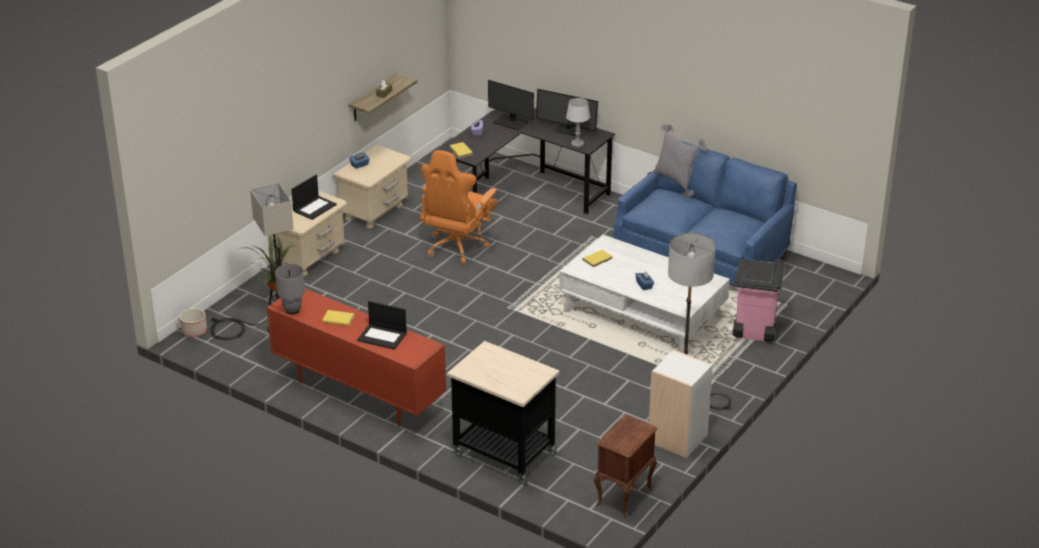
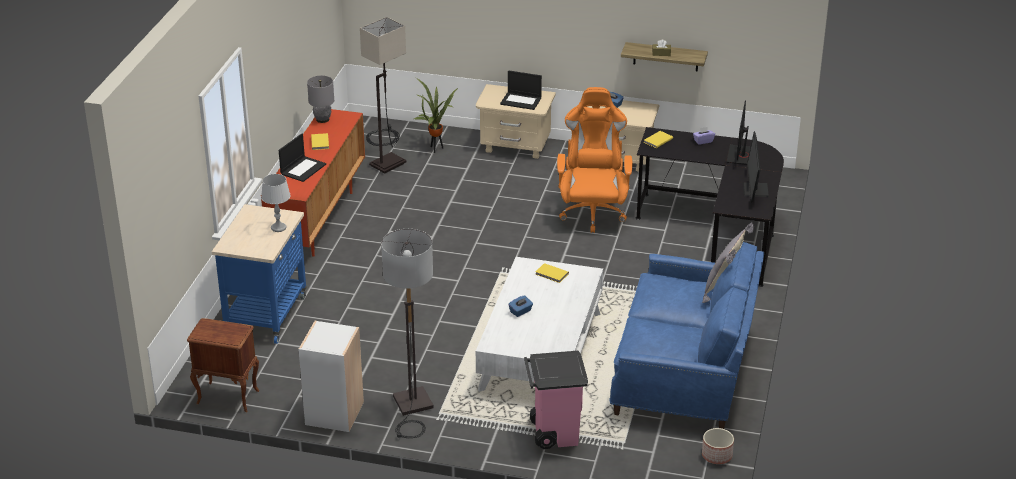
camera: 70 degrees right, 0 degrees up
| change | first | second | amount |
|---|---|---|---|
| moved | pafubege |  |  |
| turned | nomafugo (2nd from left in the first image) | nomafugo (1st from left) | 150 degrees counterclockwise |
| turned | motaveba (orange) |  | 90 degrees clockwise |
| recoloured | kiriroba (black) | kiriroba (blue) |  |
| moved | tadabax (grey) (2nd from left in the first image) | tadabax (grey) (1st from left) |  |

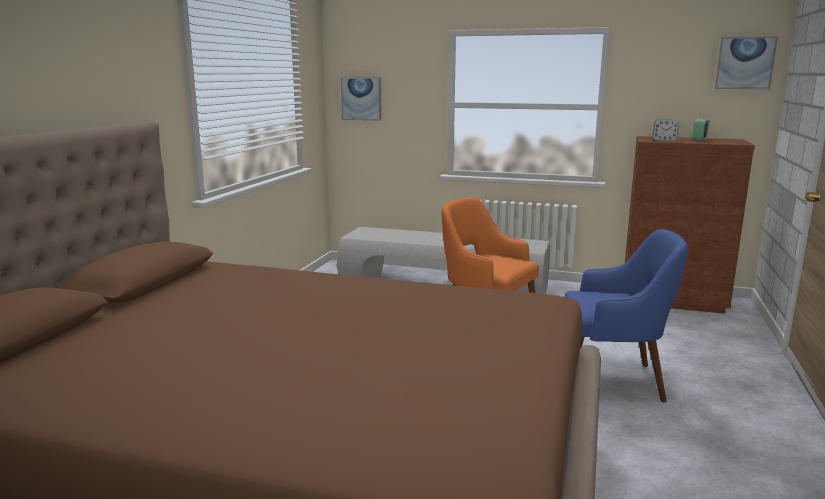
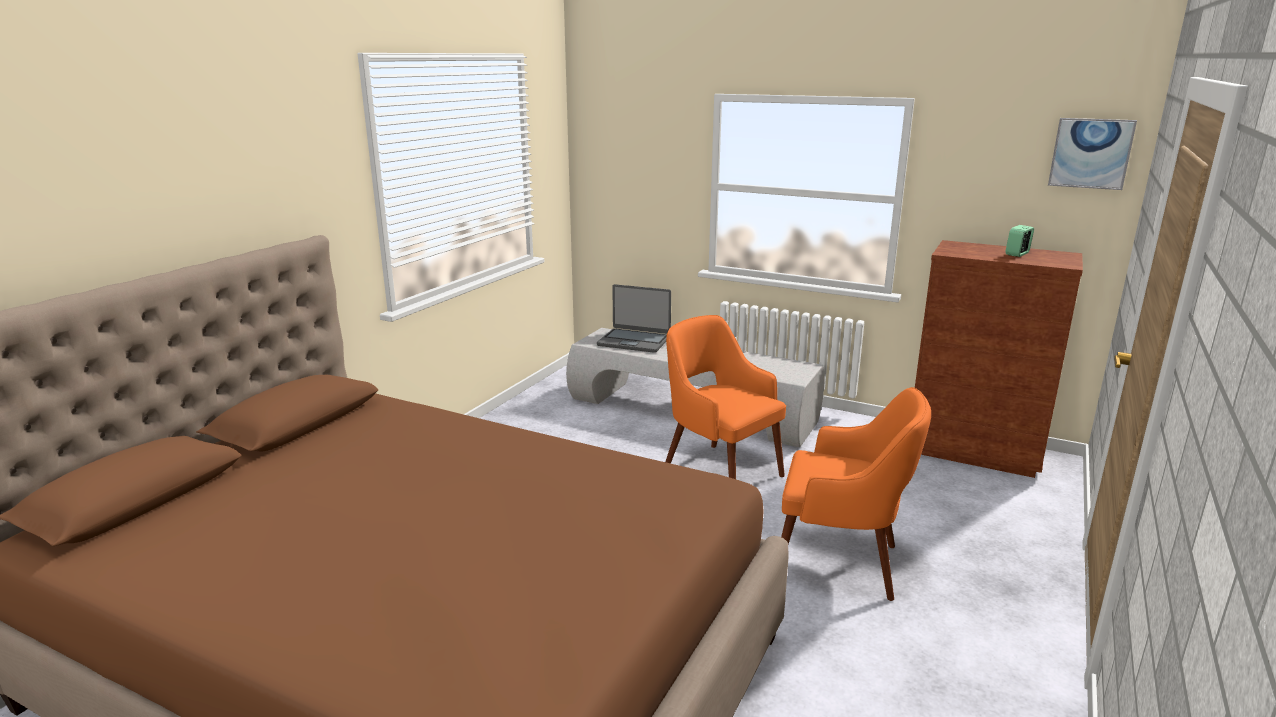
camera: 10 degrees right, 5 degrees up
| change | first | second | amount |
|---|---|---|---|
| removed | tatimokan (1st from left) |  |  |
| recoloured | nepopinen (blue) | nepopinen (orange) (2nd from left) |  |
| removed | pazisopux (1st from left) |  |  |
| added |  | nomafugo |  |

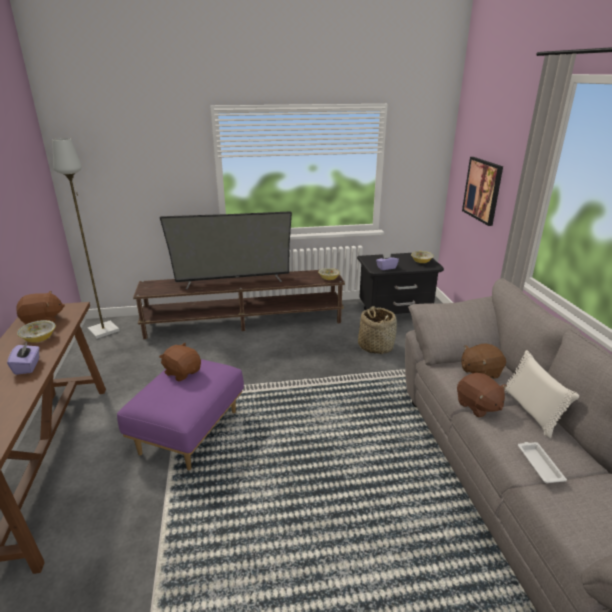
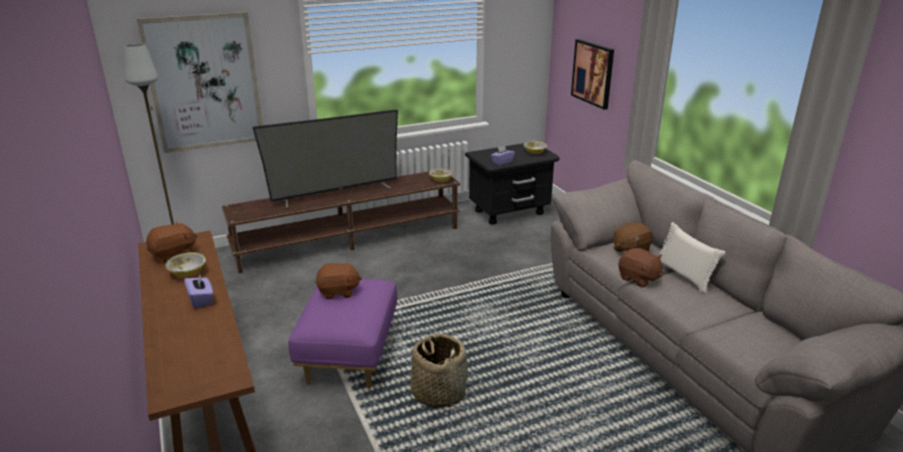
camera: 15 degrees left, 0 degrees up
| change | first | second | amount |
|---|---|---|---|
| turned | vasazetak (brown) (2nd from left) |  | 150 degrees clockwise |
| moved | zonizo |  |  |
| removed | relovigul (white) |  |  |
| added |  | tatimokan (1st from left) |  |

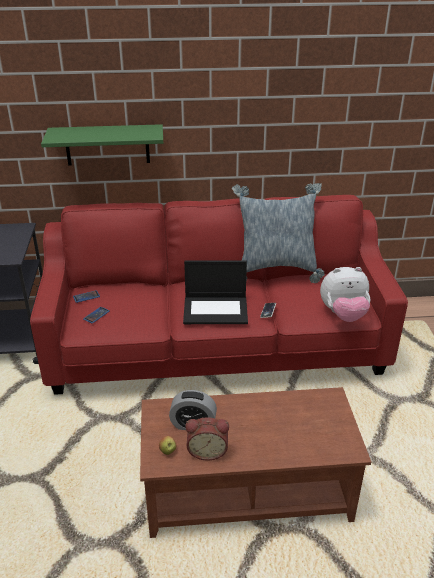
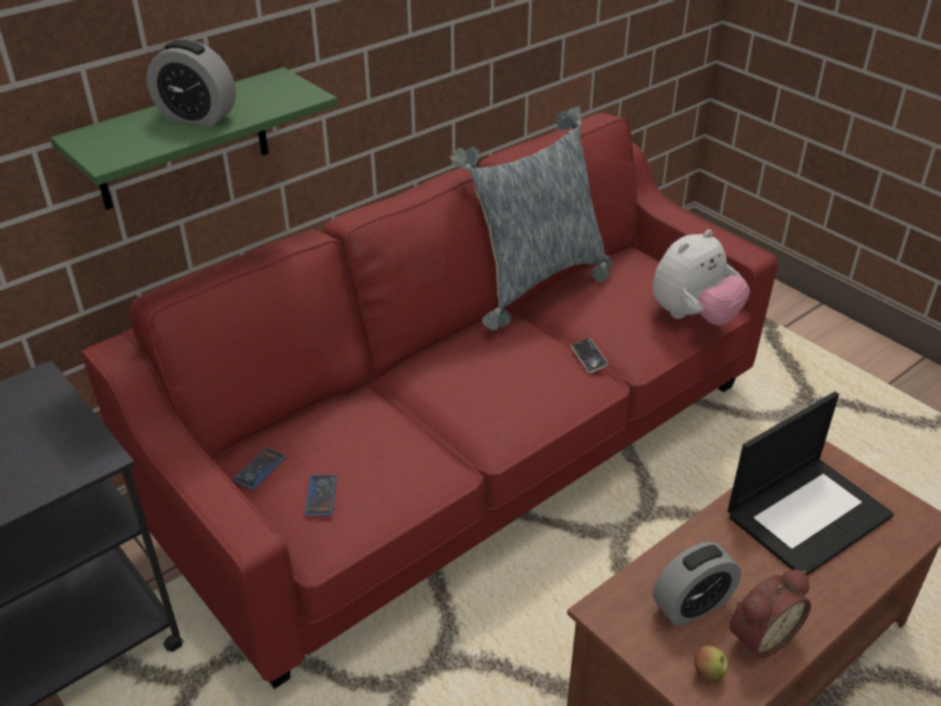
camera: 35 degrees left, 5 degrees up
| change | first | second | amount |
|---|---|---|---|
| moved | nomafugo |  |  |
| added |  | pazisopux (1st from left) |  |

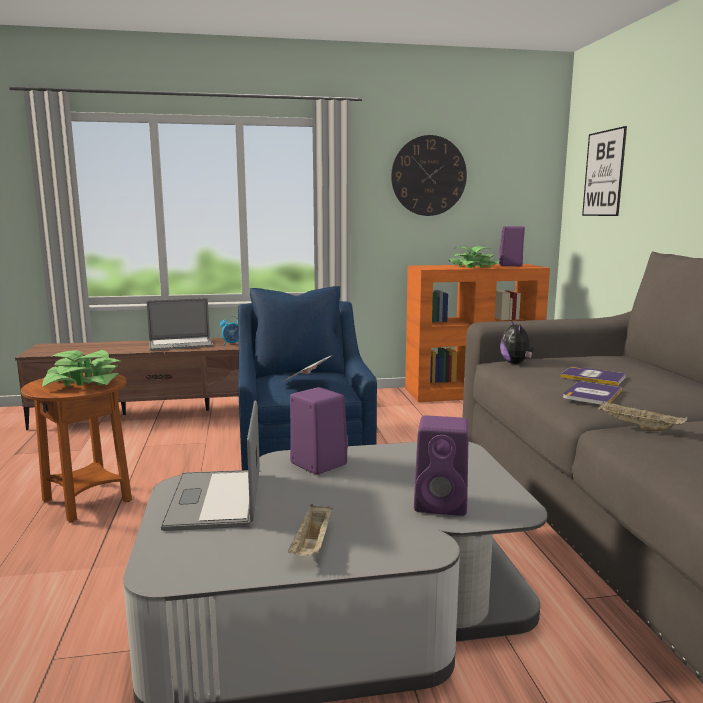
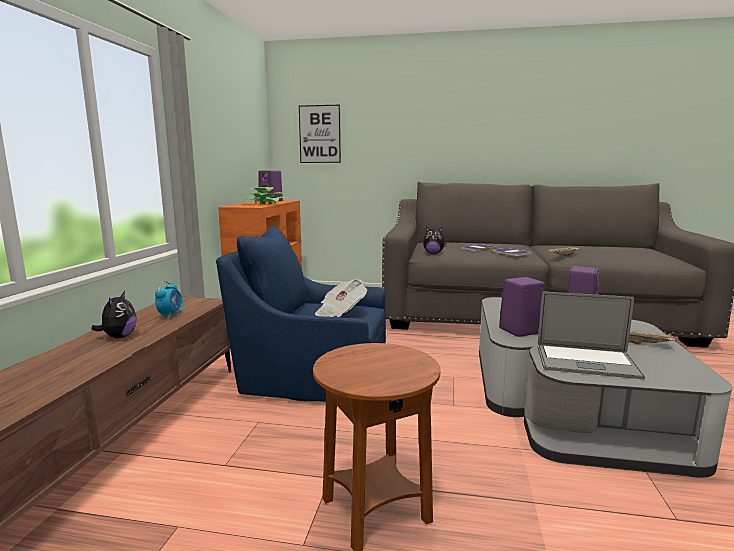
camera: 70 degrees left, 0 degrees up
| change | first | second | amount |
|---|---|---|---|
| removed | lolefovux (1st from left) |  |  |
| replaced | nomafugo (1st from left) | vasazetak (1st from left) |  |
| removed | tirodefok |  |  |

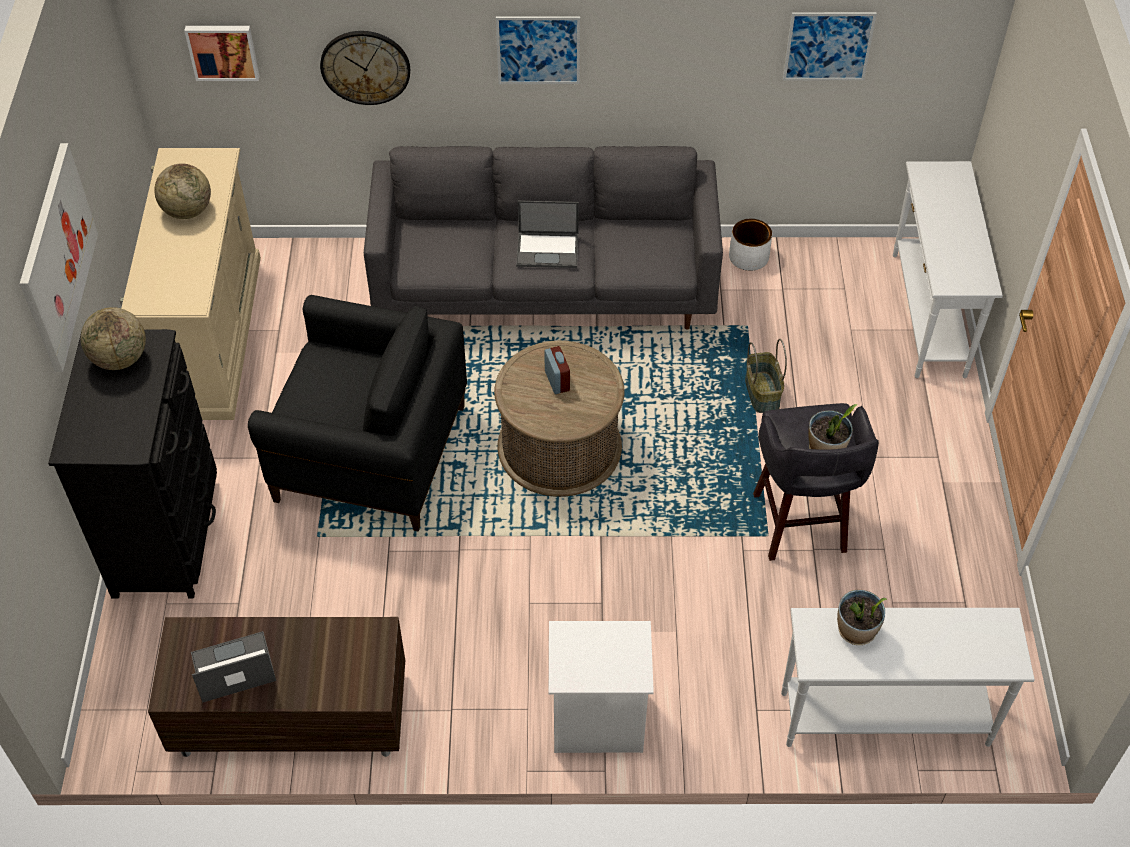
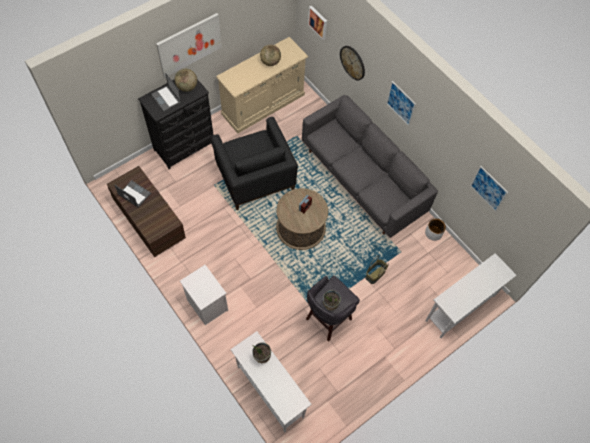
camera: 50 degrees right, 10 degrees up
| change | first | second | amount |
|---|---|---|---|
| moved | nomafugo (2nd from left) |  |  |

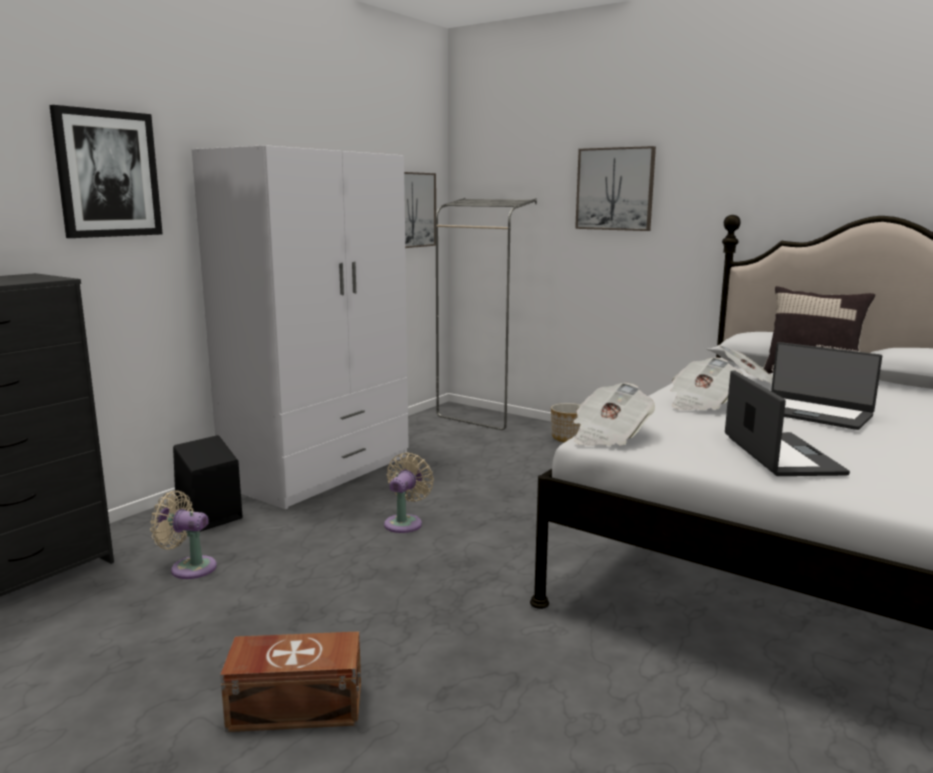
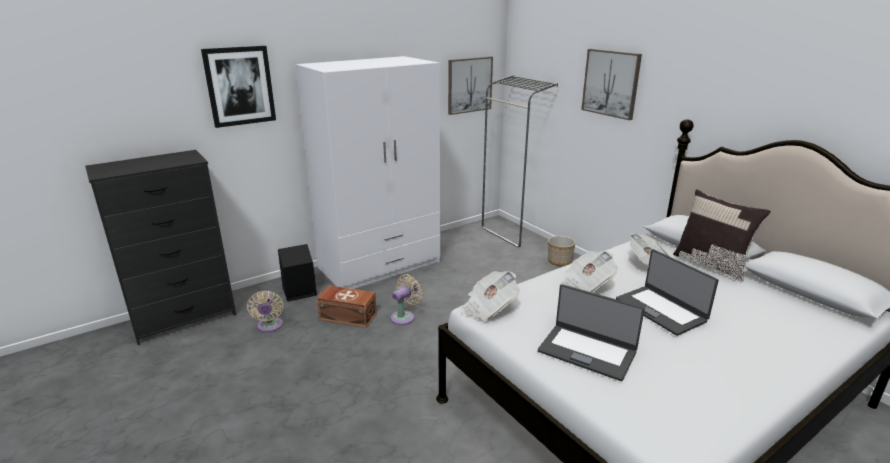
camera: 20 degrees right, 10 degrees up
| change | first | second | amount |
|---|---|---|---|
| turned | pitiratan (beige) (1st from left) |  | 135 degrees counterclockwise |
| moved | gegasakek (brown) |  |  |
| turned | nomafugo (1st from left) |  | 105 degrees clockwise |

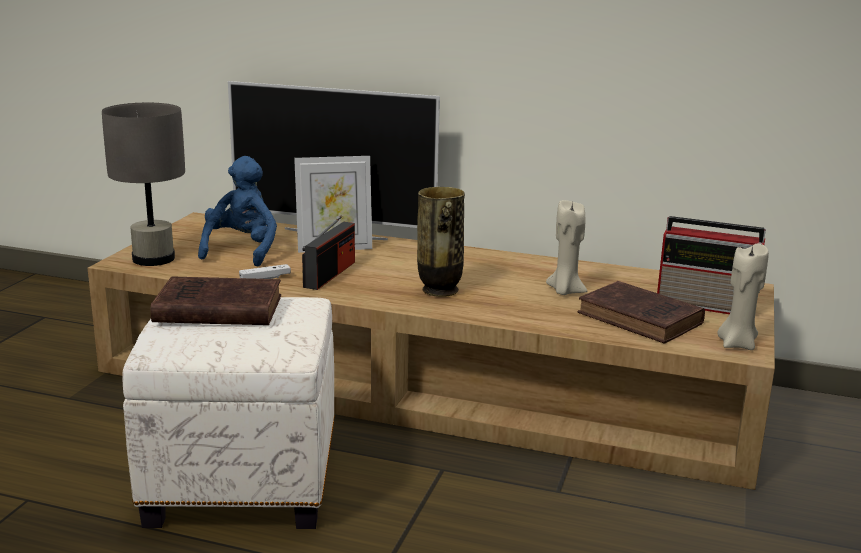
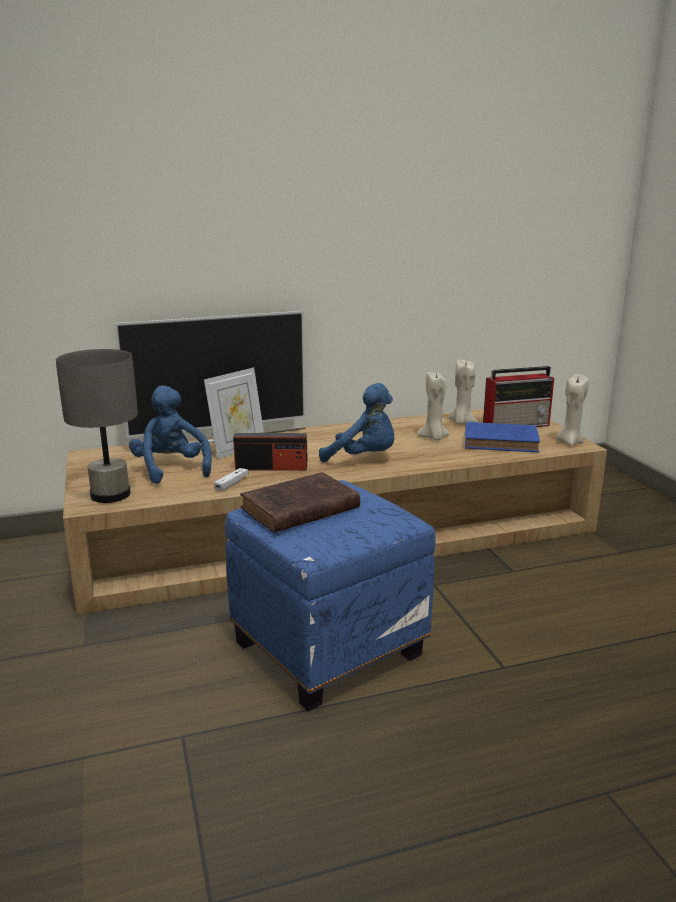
camera: 35 degrees left, 0 degrees up
| change | first | second | amount |
|---|---|---|---|
| recoloured | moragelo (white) | moragelo (blue) |  |
| turned | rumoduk (1st from left) |  | 105 degrees clockwise |
| replaced | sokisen | vasazetak (blue) (2nd from left) |  |
| recoloured | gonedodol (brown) (2nd from left) | gonedodol (blue) |  |
| added |  | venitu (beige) (2nd from left) |  |

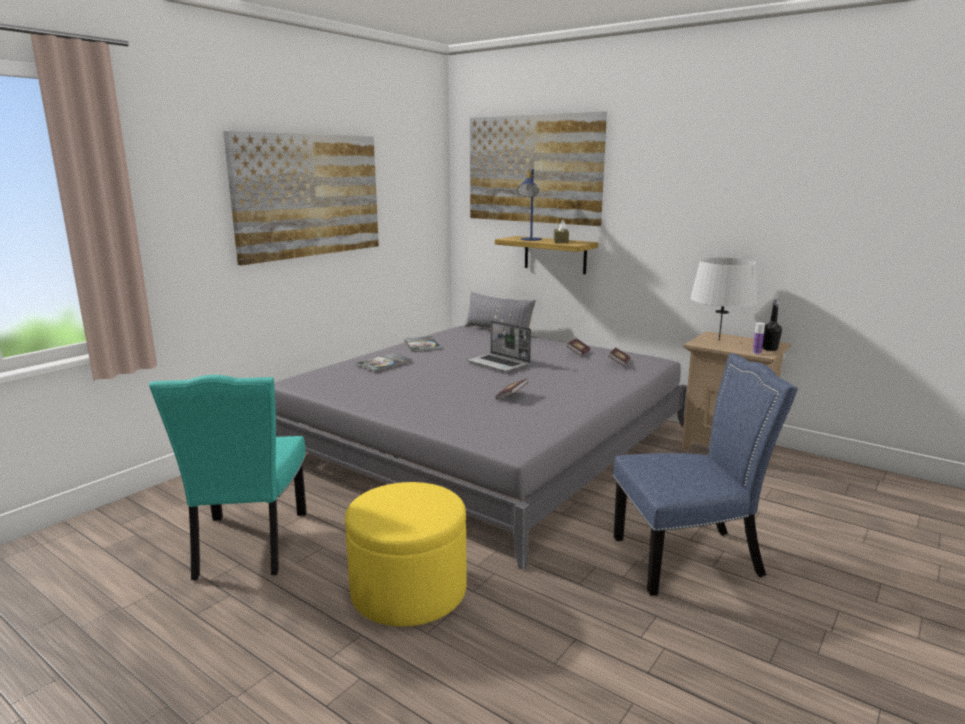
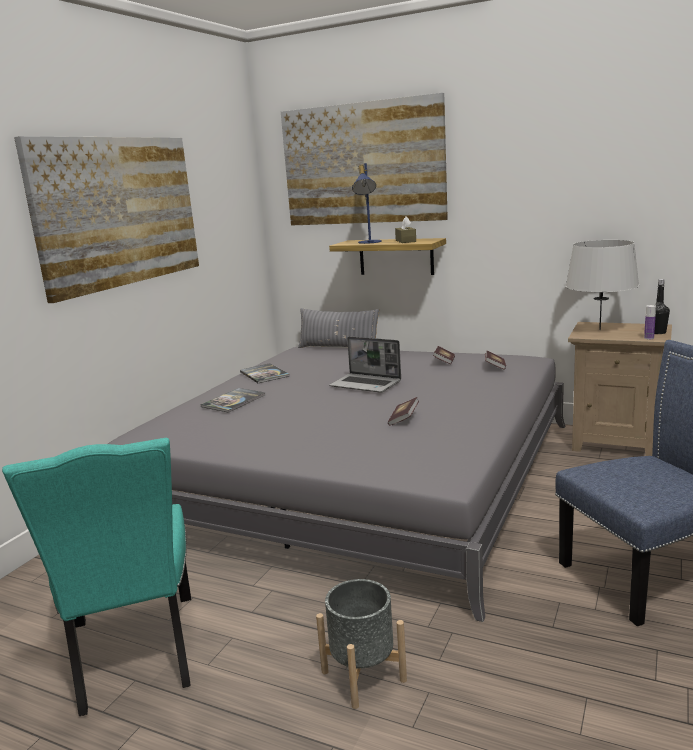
camera: 10 degrees left, 0 degrees up
| change | first | second | amount |
|---|---|---|---|
| replaced | moragelo (yellow) | pafubege (grey) |  |

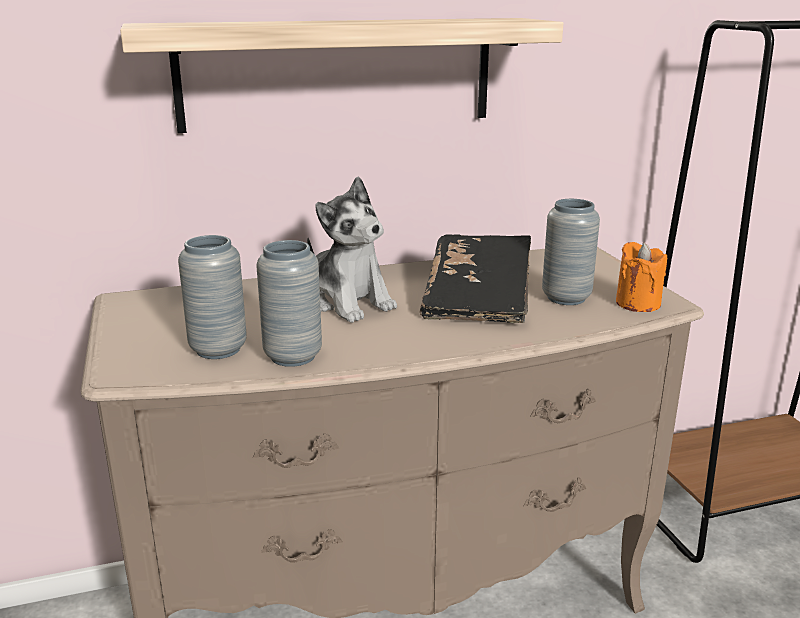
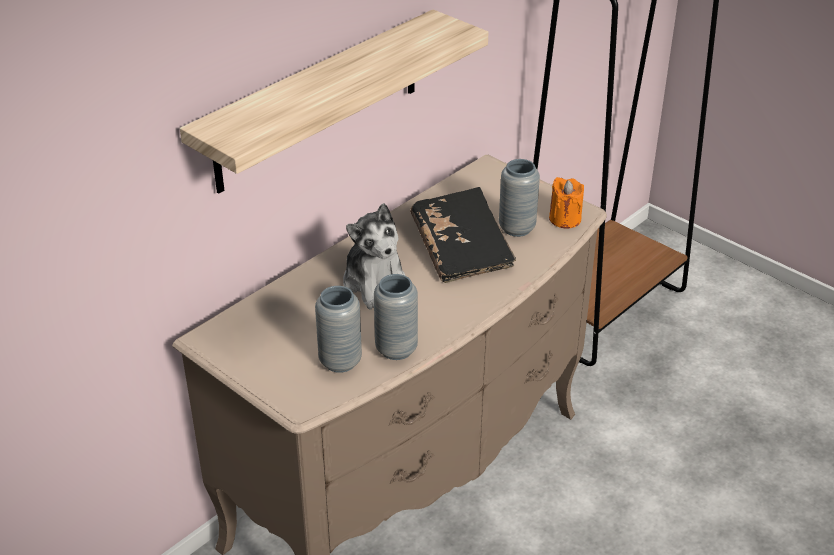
camera: 30 degrees left, 15 degrees up
| change | first | second | amount |
|---|---|---|---|
| turned | vasazetak |  | 45 degrees clockwise |

